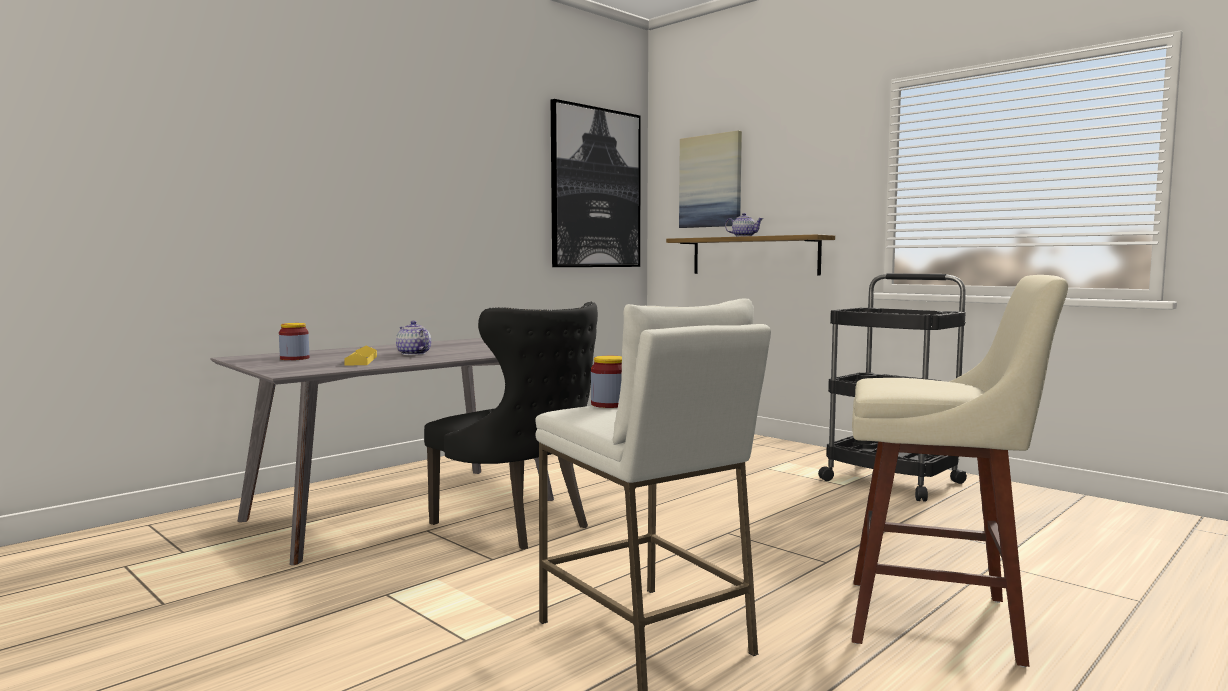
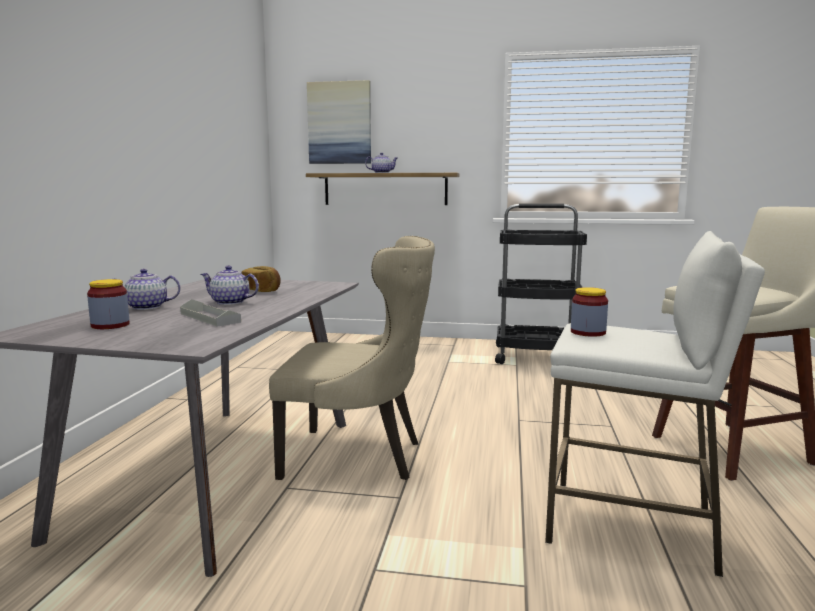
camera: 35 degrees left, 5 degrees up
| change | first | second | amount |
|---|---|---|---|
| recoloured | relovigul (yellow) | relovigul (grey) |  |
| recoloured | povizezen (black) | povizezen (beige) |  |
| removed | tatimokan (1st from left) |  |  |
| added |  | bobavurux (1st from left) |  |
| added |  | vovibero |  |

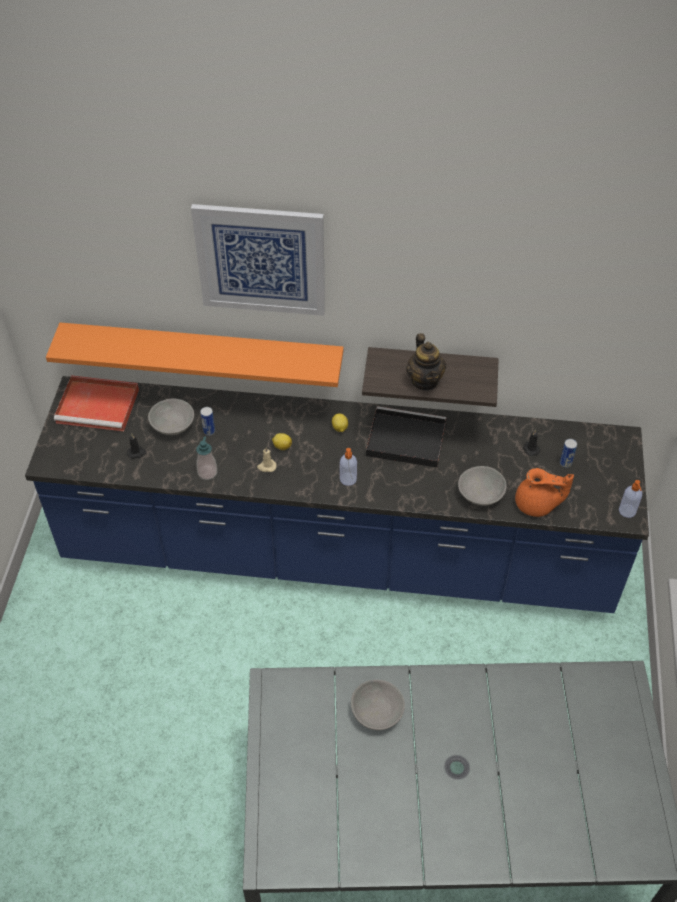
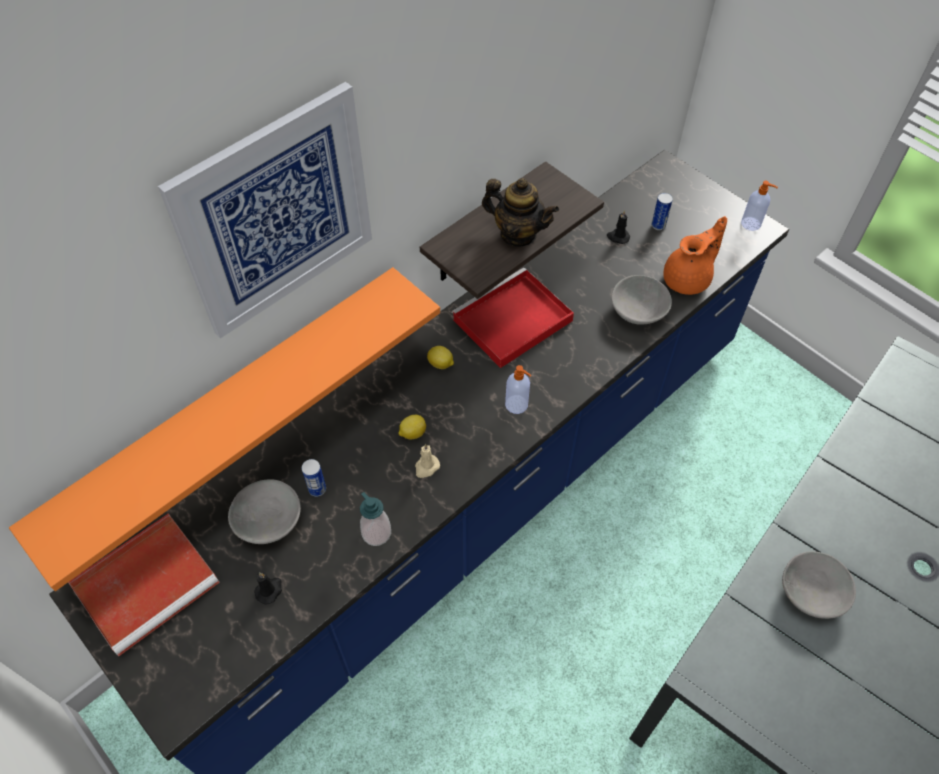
camera: 50 degrees left, 5 degrees up
| change | first | second | amount |
|---|---|---|---|
| recoloured | relovigul (black) | relovigul (red) (2nd from left) |  |

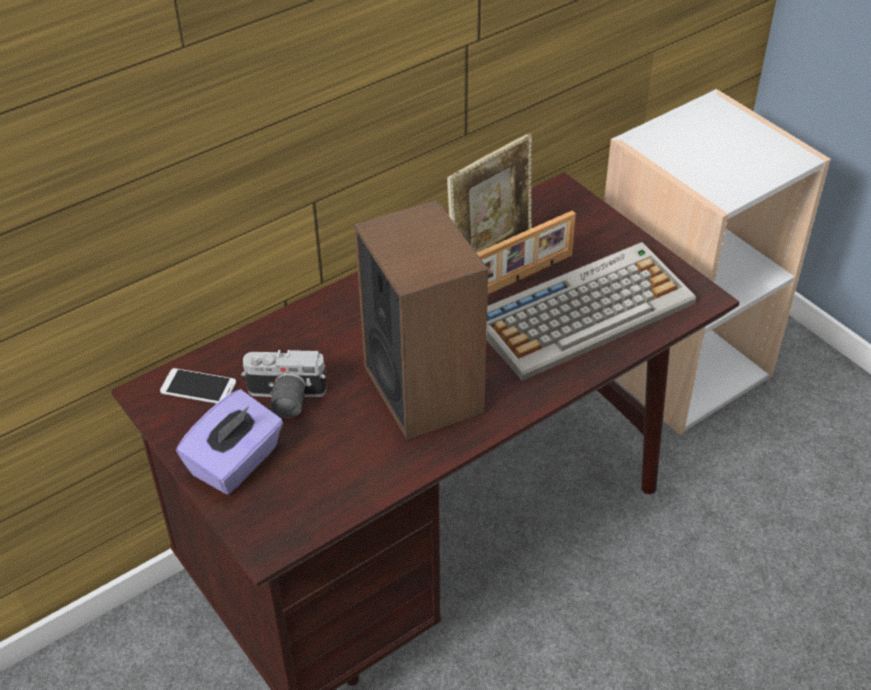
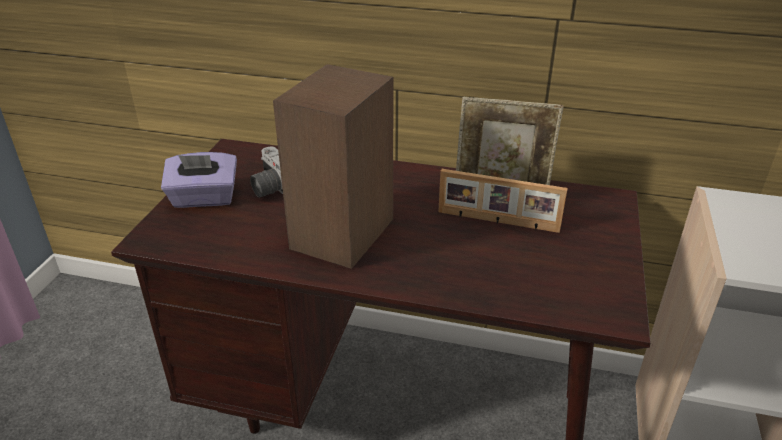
camera: 50 degrees right, 10 degrees down
| change | first | second | amount |
|---|---|---|---|
| removed | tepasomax |  |  |
| removed | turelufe |  |  |

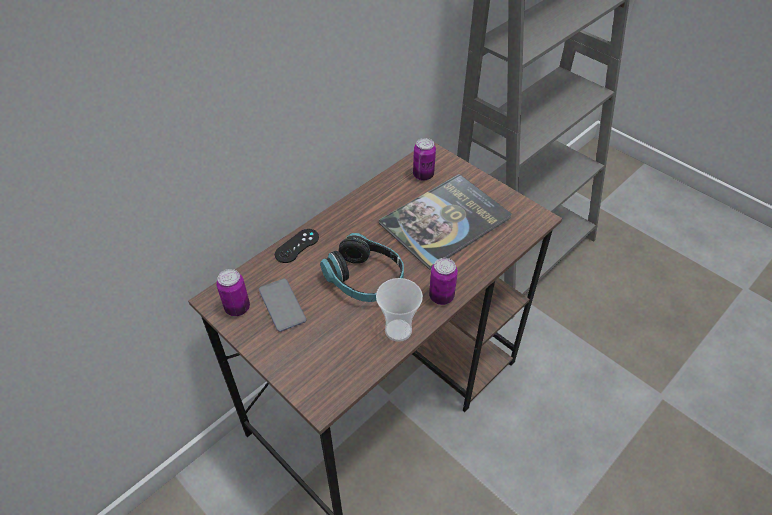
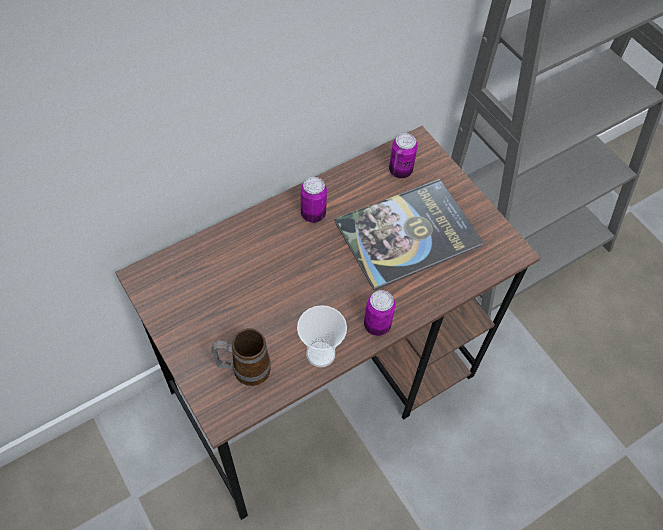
camera: 10 degrees right, 10 degrees up
| change | first | second | amount |
|---|---|---|---|
| moved | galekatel (1st from left) |  |  |
| removed | tepasomax |  |  |
| removed | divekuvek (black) |  |  |
| removed | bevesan |  |  |
| added |  | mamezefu |  |

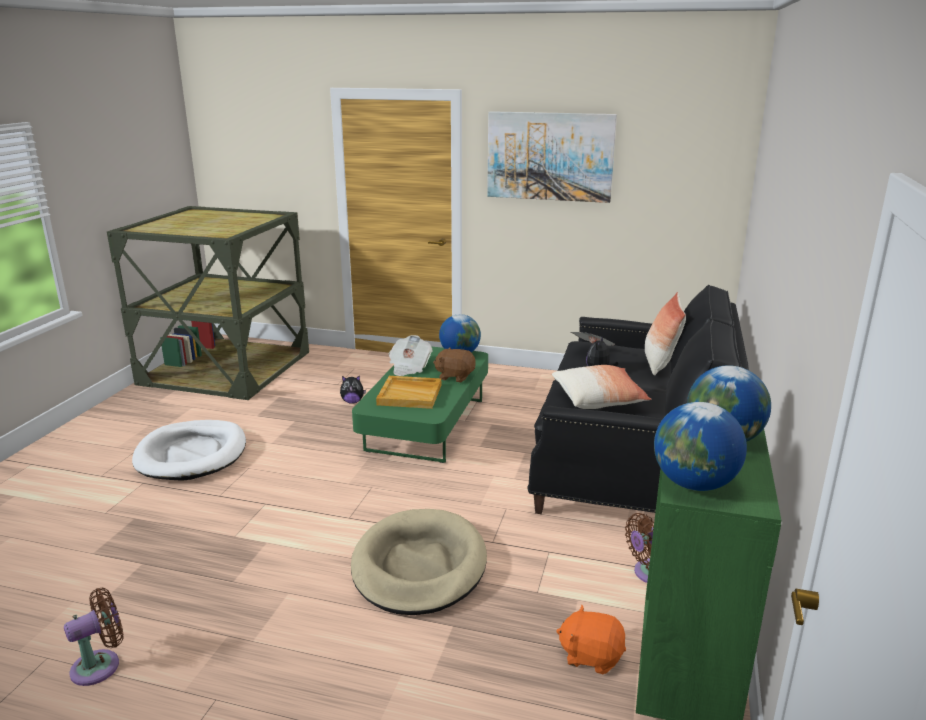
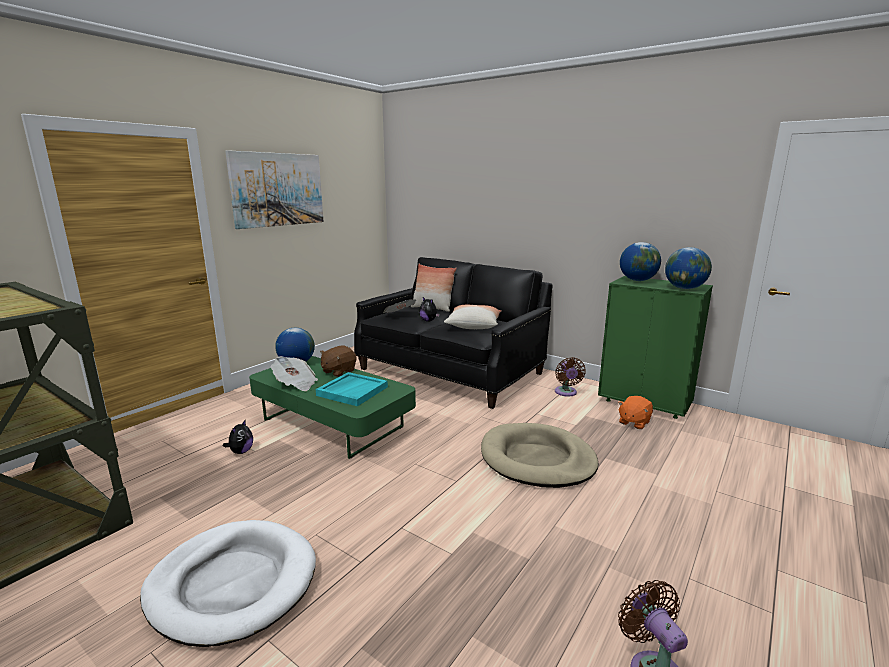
camera: 70 degrees left, 5 degrees down
| change | first | second | amount |
|---|---|---|---|
| recoloured | relovigul (beige) | relovigul (turquoise) |  |

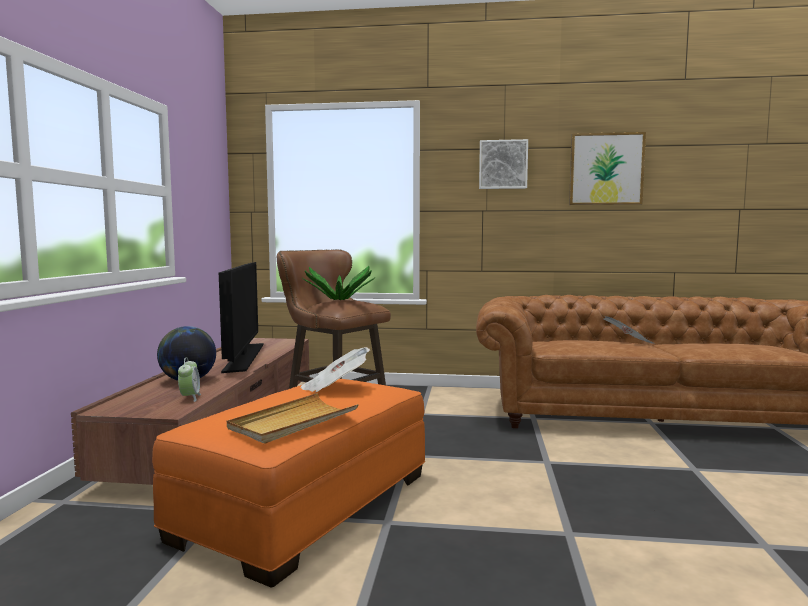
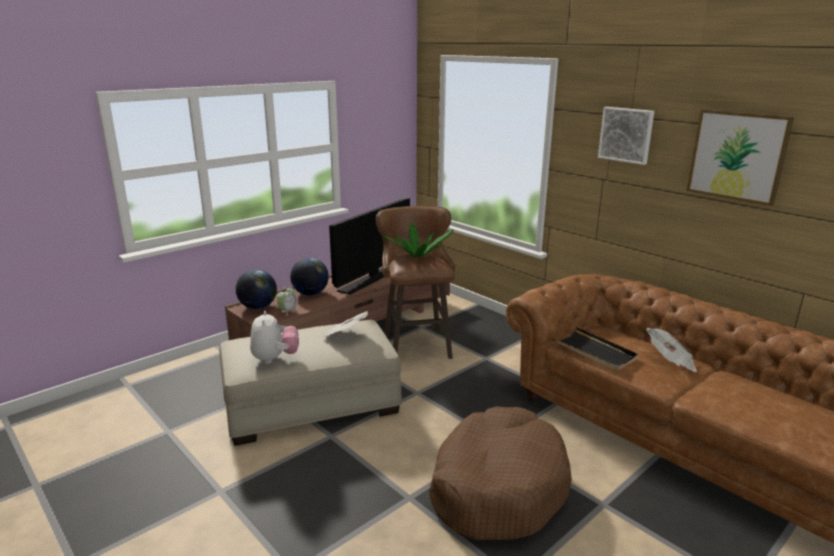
camera: 40 degrees right, 15 degrees up
| change | first | second | amount |
|---|---|---|---|
| recoloured | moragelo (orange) | moragelo (beige) |  |
| replaced | relovigul (beige) | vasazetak |  |
| added |  | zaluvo (1st from left) |  |
| added |  | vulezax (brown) |  |
| added |  | relovigul (black) |  |

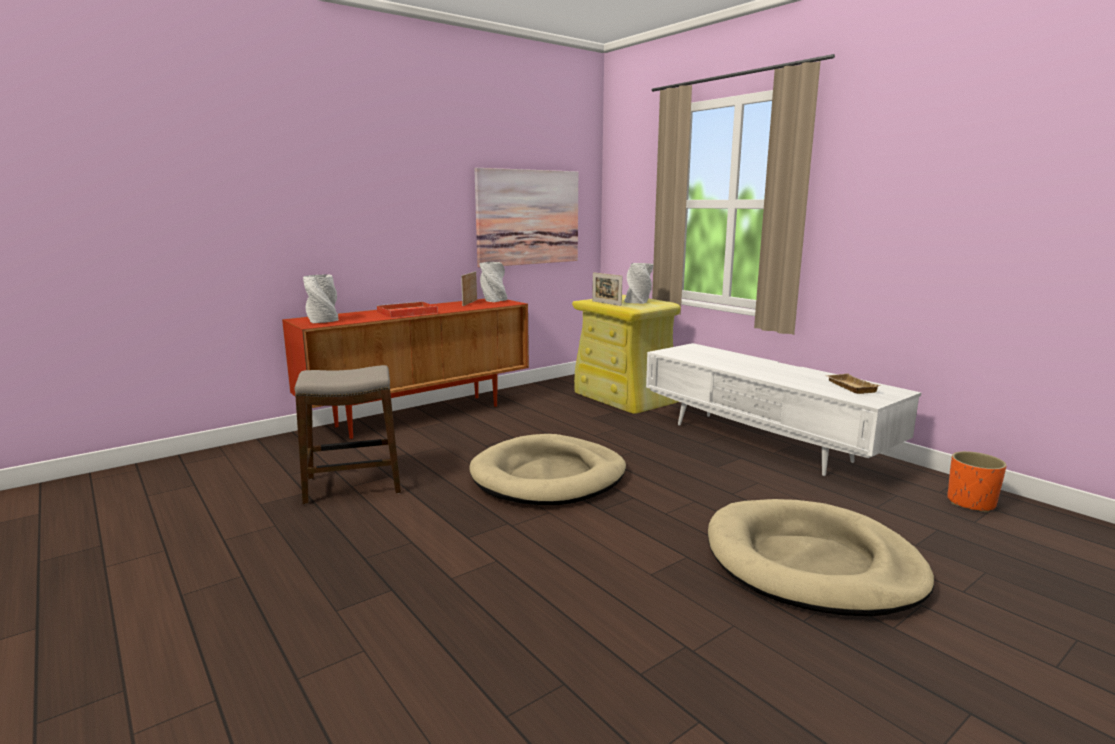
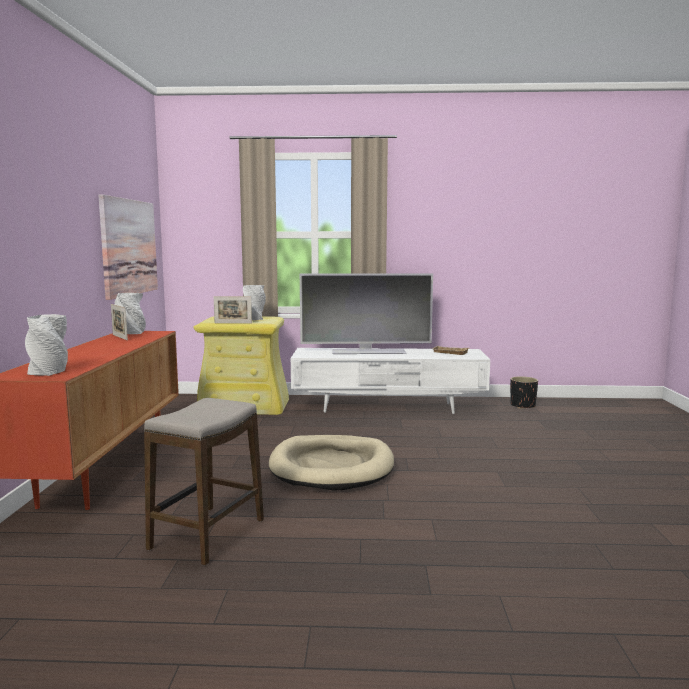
camera: 50 degrees left, 5 degrees down
| change | first | second | amount |
|---|---|---|---|
| removed | relovigul (red) |  |  |
| removed | vulezax (beige) (2nd from left) |  |  |
| recoloured | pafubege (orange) | pafubege (black) |  |
| added |  | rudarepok |  |

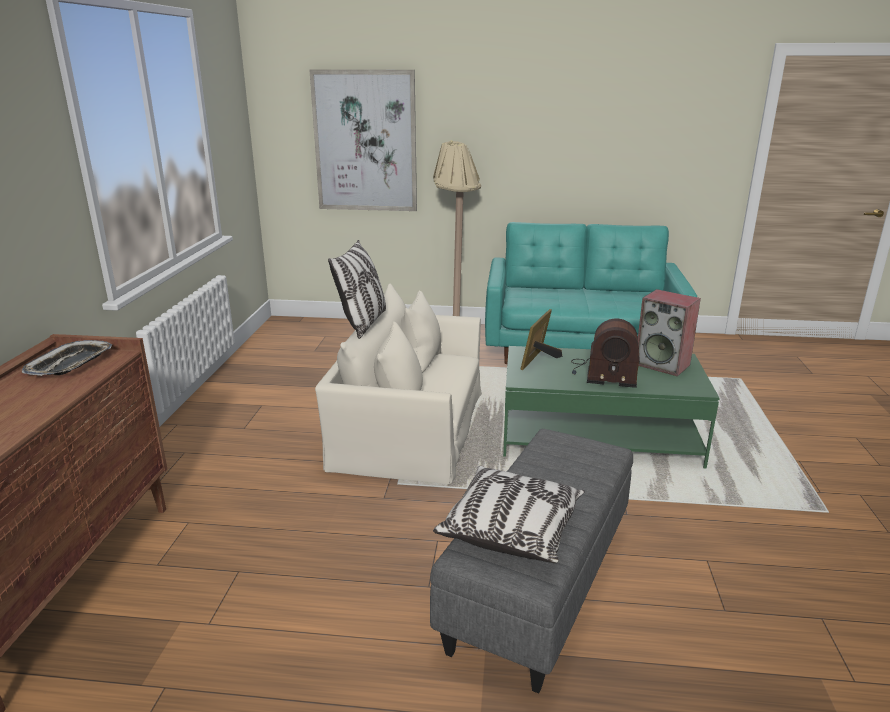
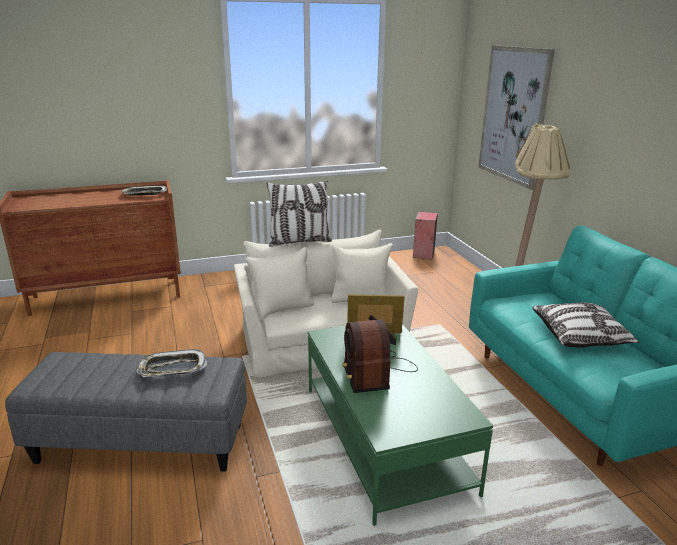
camera: 65 degrees right, 0 degrees up
| change | first | second | amount |
|---|---|---|---|
| moved | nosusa (2nd from left) |  |  |
| moved | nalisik |  |  |
| added |  | relovigul (2nd from left) |  |

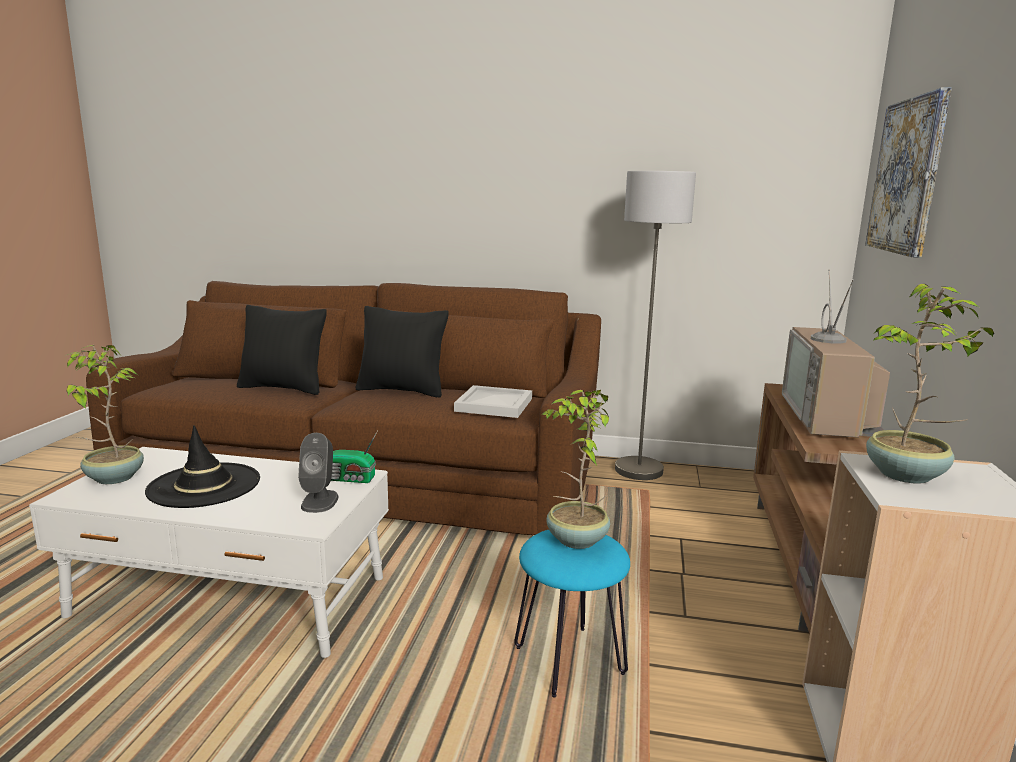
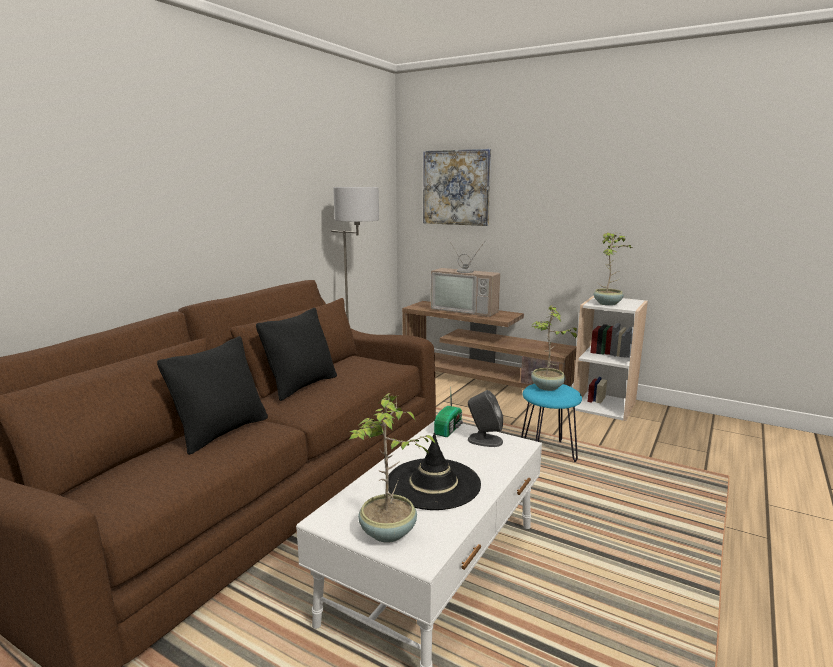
camera: 70 degrees left, 0 degrees up
| change | first | second | amount |
|---|---|---|---|
| removed | relovigul (white) |  |  |

